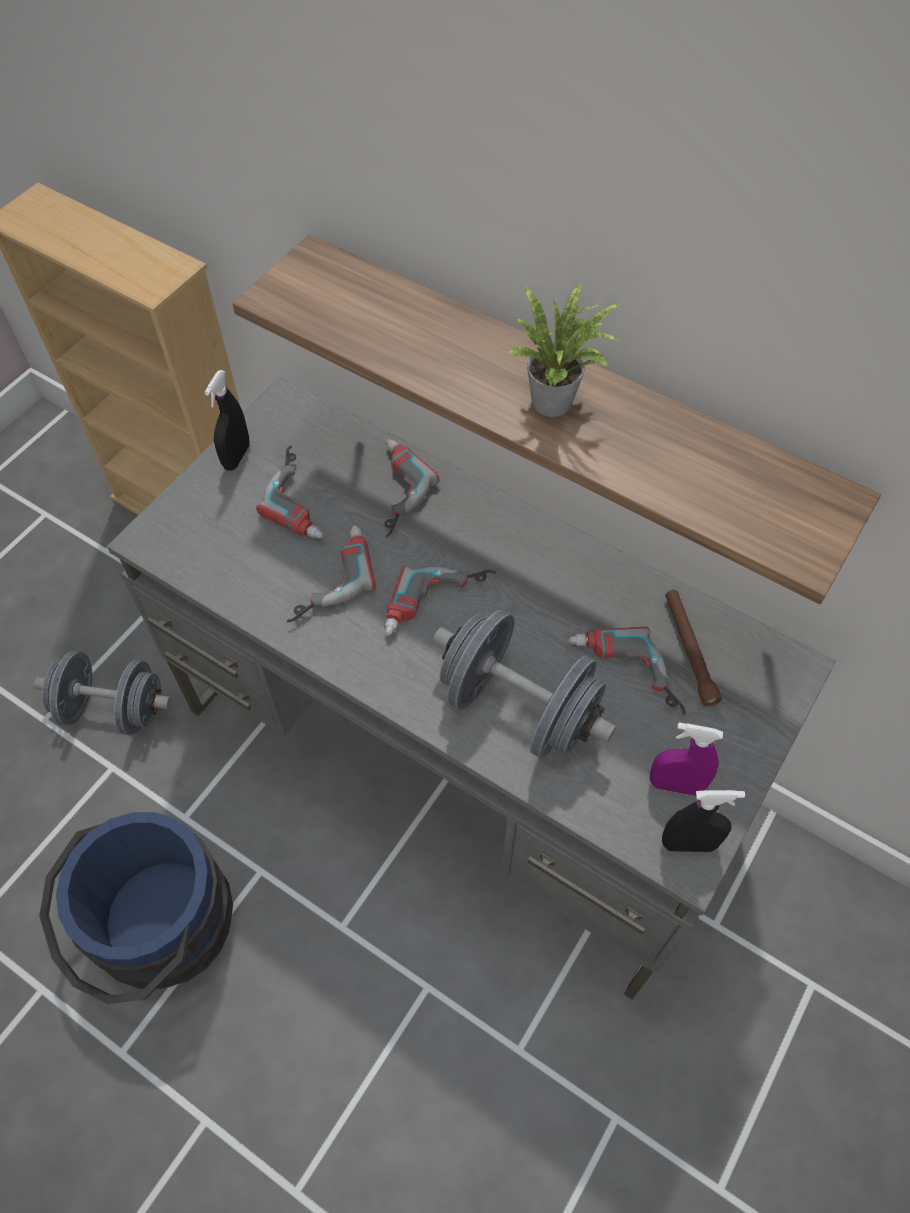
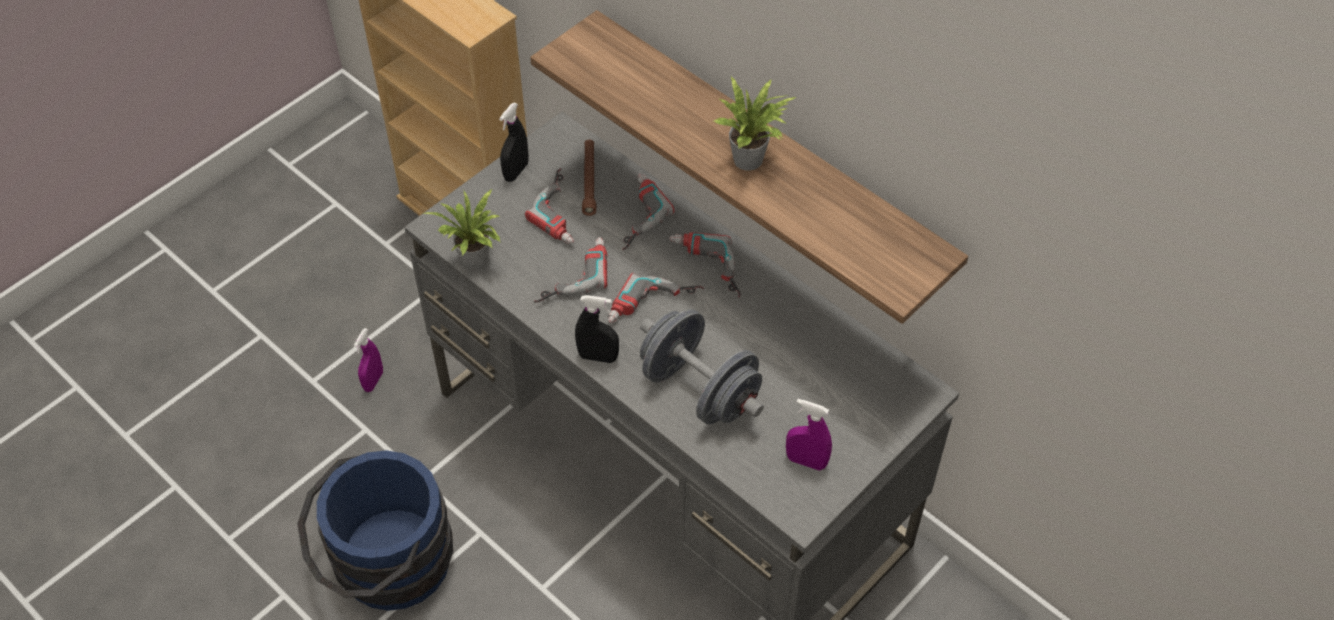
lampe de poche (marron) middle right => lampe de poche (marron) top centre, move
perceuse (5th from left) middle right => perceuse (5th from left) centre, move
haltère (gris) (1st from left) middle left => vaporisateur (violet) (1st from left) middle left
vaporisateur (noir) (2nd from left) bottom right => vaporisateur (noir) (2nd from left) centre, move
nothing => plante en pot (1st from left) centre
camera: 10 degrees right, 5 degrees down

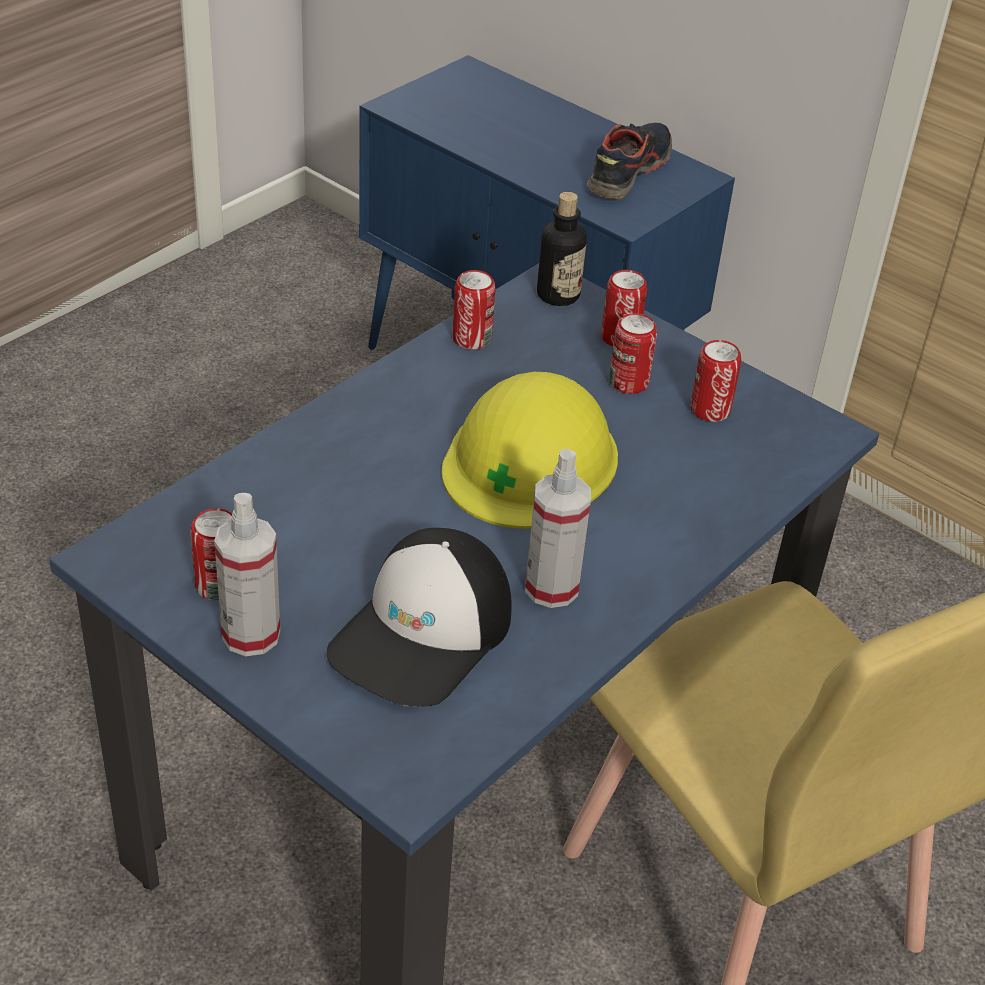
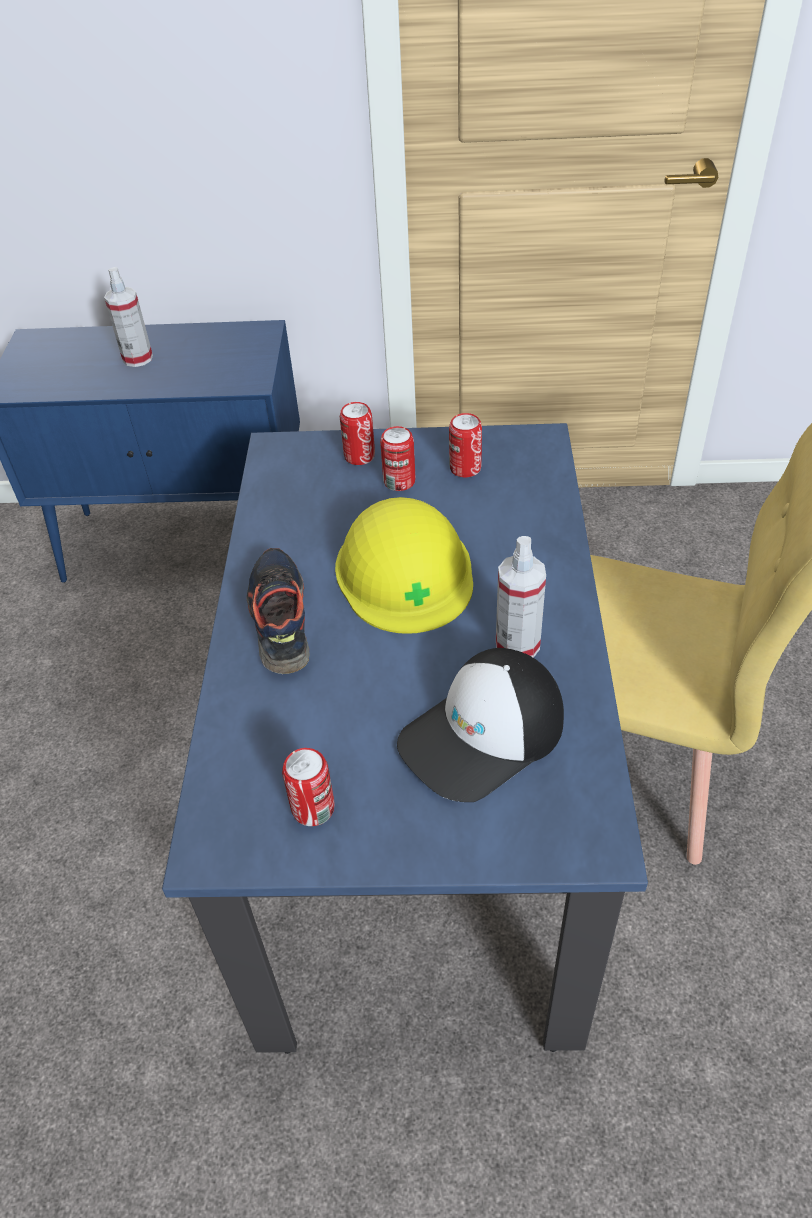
chaussure top centre => chaussure centre, move
bouteille top centre => nothing
boîte métallique (2nd from left) top centre => nothing
vaporisateur (1st from left) middle left => vaporisateur (1st from left) top left, move
casquette centre, 60 degrees clockwise
camera: 35 degrees left, 5 degrees up

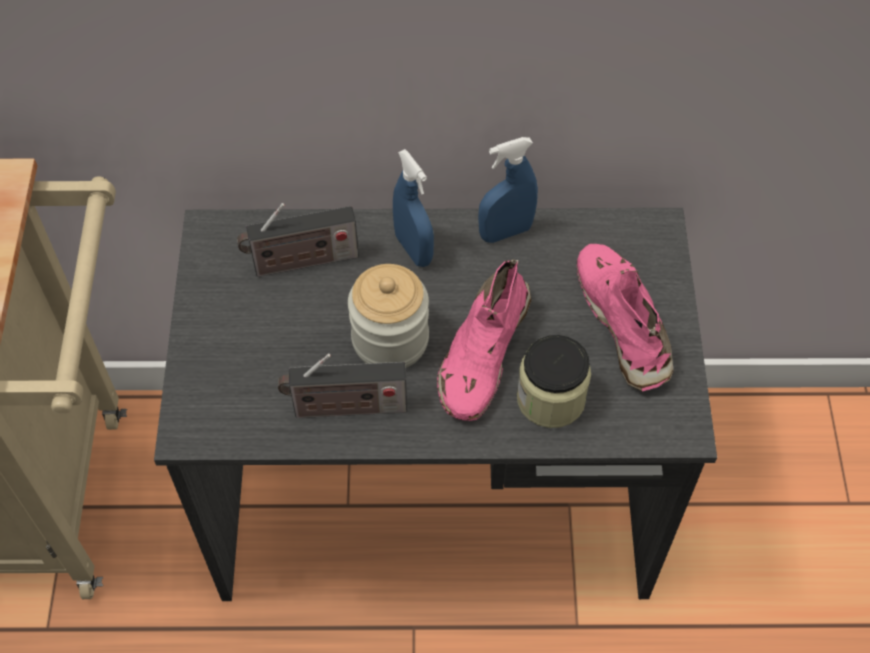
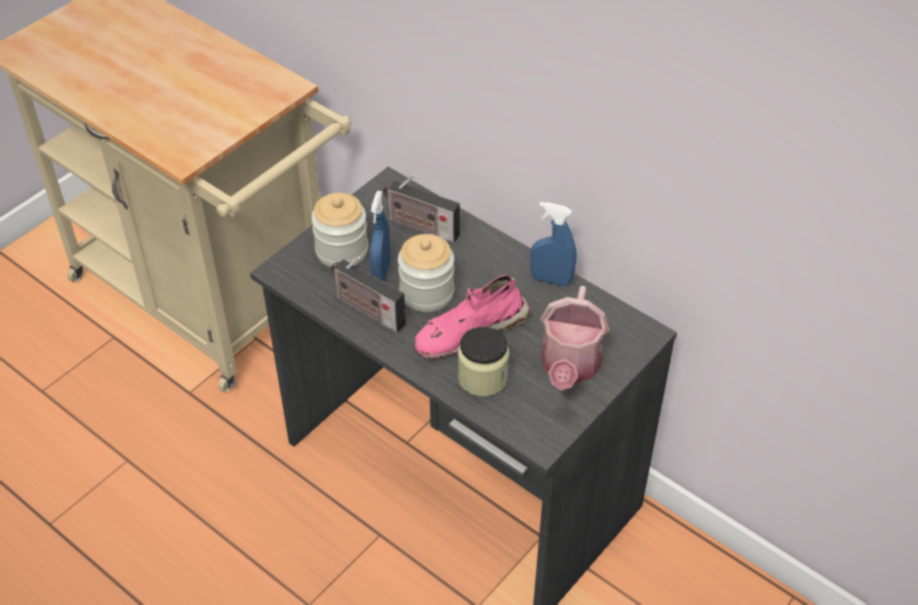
vaporisateur (bleu) (1st from left) top centre => vaporisateur (bleu) (1st from left) centre, move
chaussure (rose) (2nd from left) middle right => arrosoir centre
nothing => bocal (1st from left) centre
camera: 40 degrees right, 10 degrees down

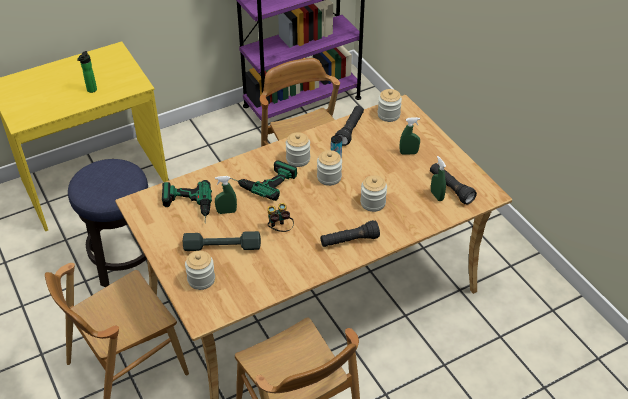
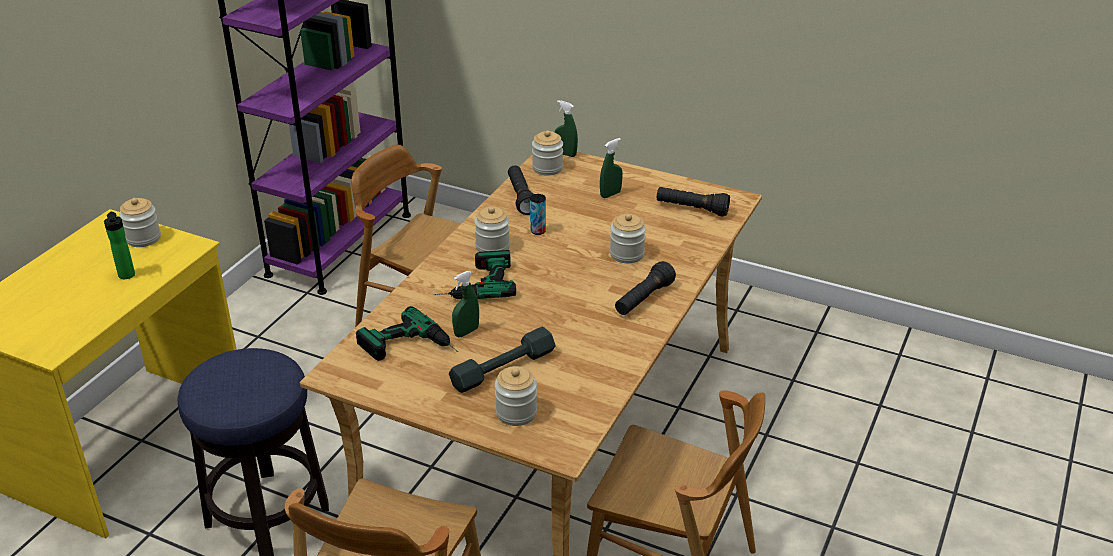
bocal (3rd from left in the first image) centre => bocal (1st from left) middle left, move
vaporisateur (vert) (3rd from left in the first image) middle right => vaporisateur (vert) (2nd from left) top centre, move
jumelles centre => nothing
camera: 35 degrees left, 10 degrees down

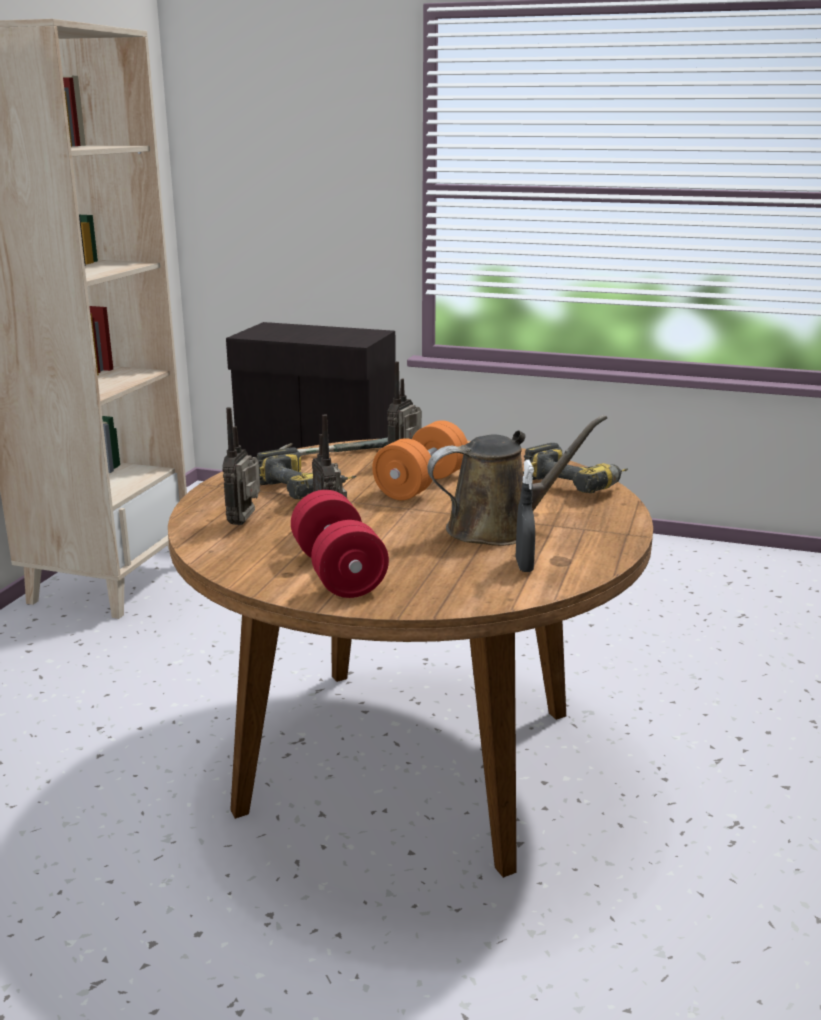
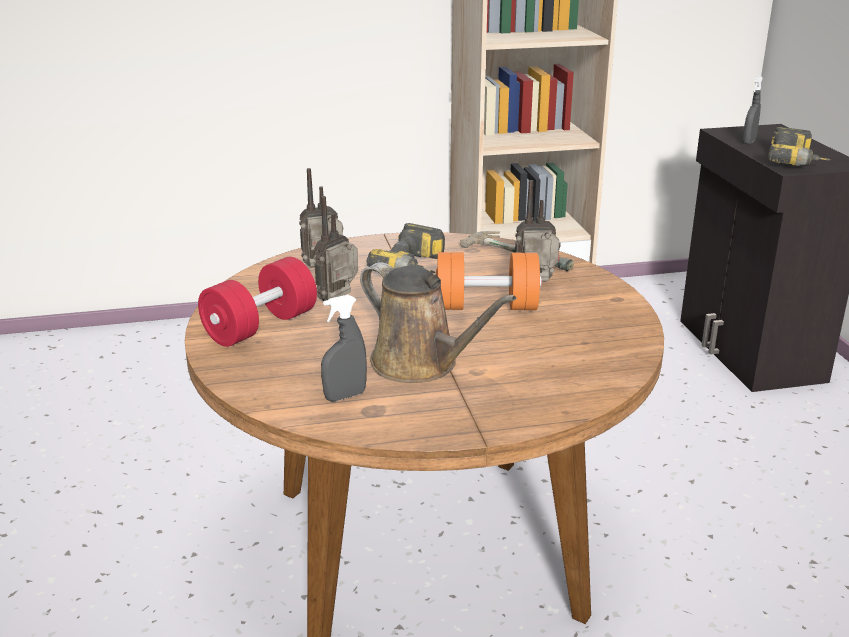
perceuse (2nd from left) middle right => perceuse (2nd from left) top right, move
nothing => vaporisateur (gris) (2nd from left) top right
camera: 60 degrees right, 5 degrees up

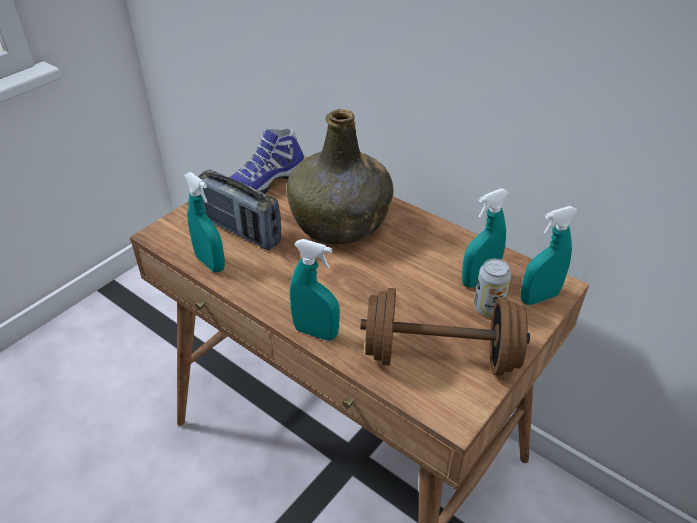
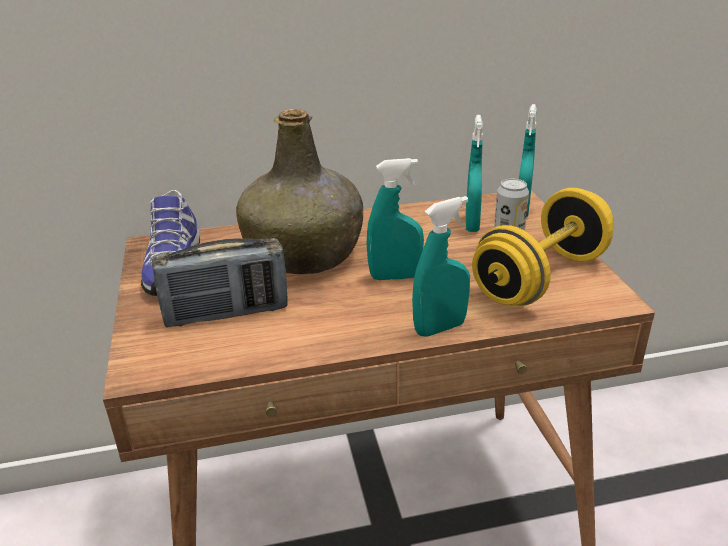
vaporisateur (turquoise) (1st from left) middle left => vaporisateur (turquoise) (1st from left) centre, move
haltère (marron) centre => haltère (jaune) middle right
camera: 50 degrees left, 10 degrees down

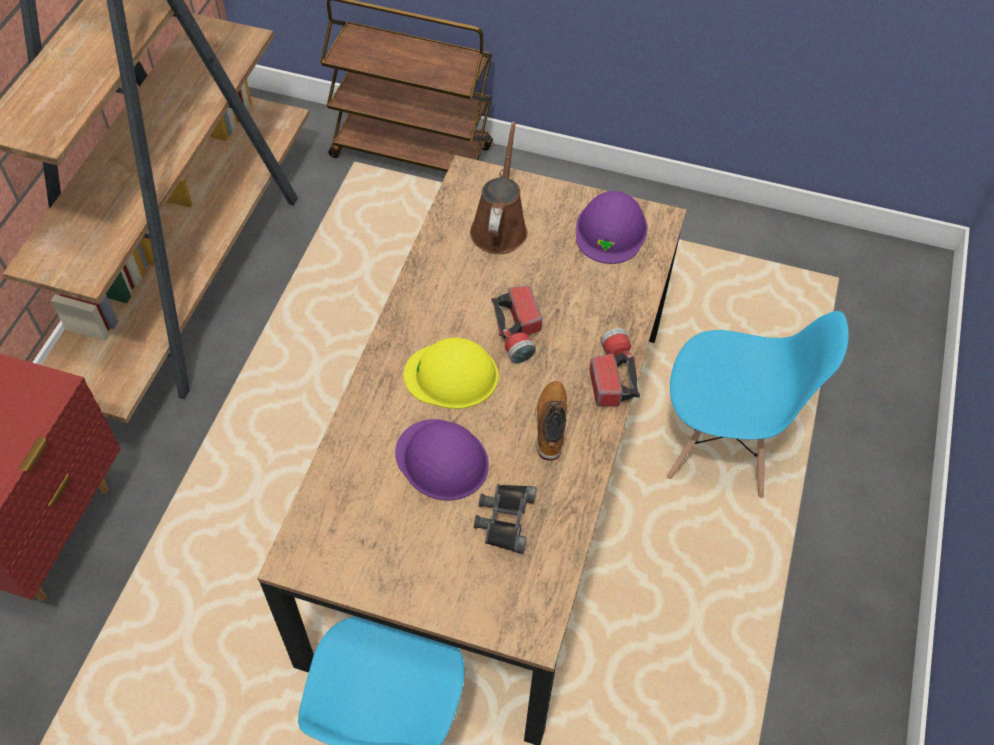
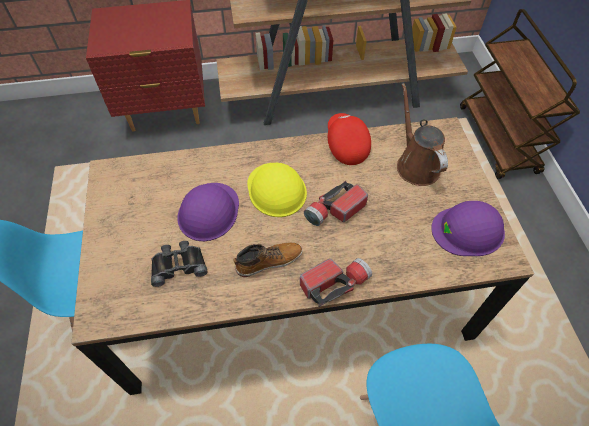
arrosoir (marron) top centre => arrosoir (marron) top right, 90 degrees counterclockwise
nothing => casquette (rouge) top centre
camera: 65 degrees right, 0 degrees up

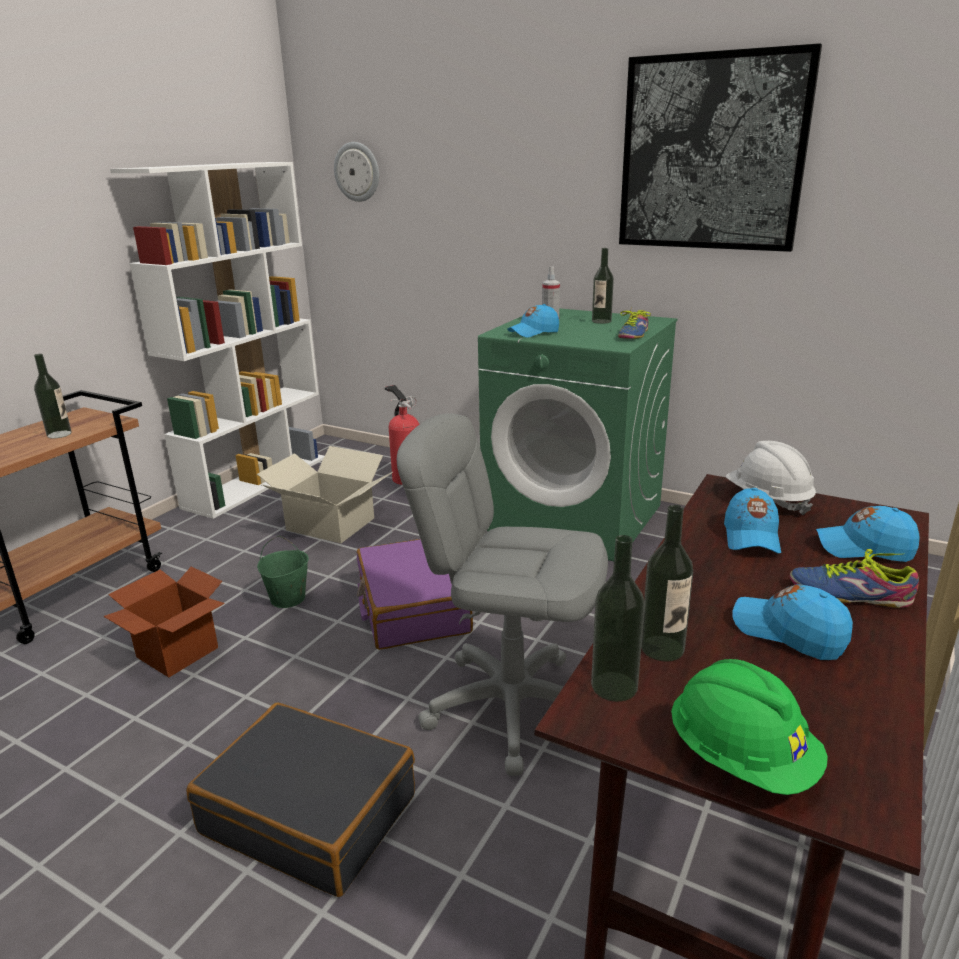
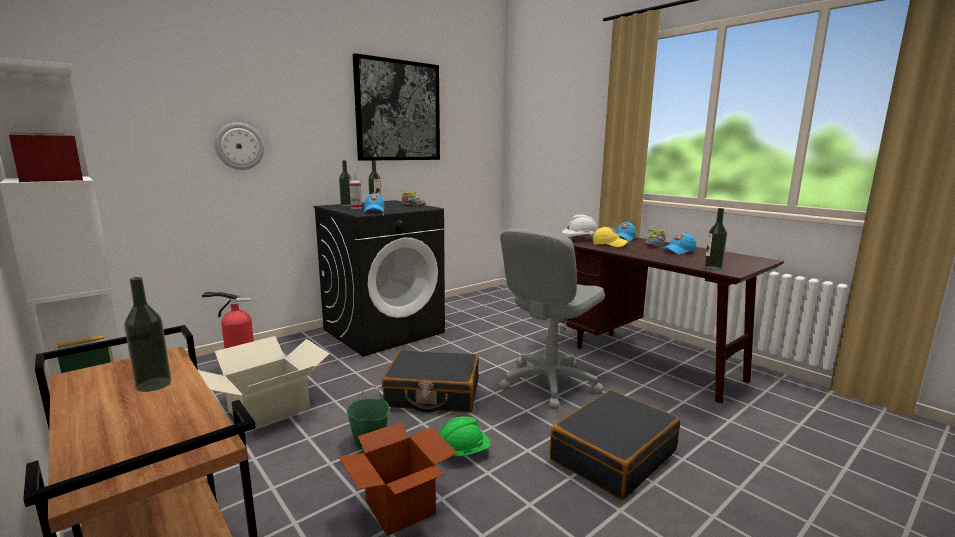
horloge murale top centre => horloge murale top left, move
lave-linge (vert) centre => lave-linge (noir) centre
casquette (bleu) (2nd from left) middle right => casquette (jaune) centre
bouteille (4th from left in the first image) middle right => bouteille (2nd from left) centre, move
valise (violet) centre => valise (noir) (1st from left) bottom centre
casque de chantier (vert) bottom right => casque de chantier (vert) bottom centre, move
camera: 70 degrees left, 10 degrees down

